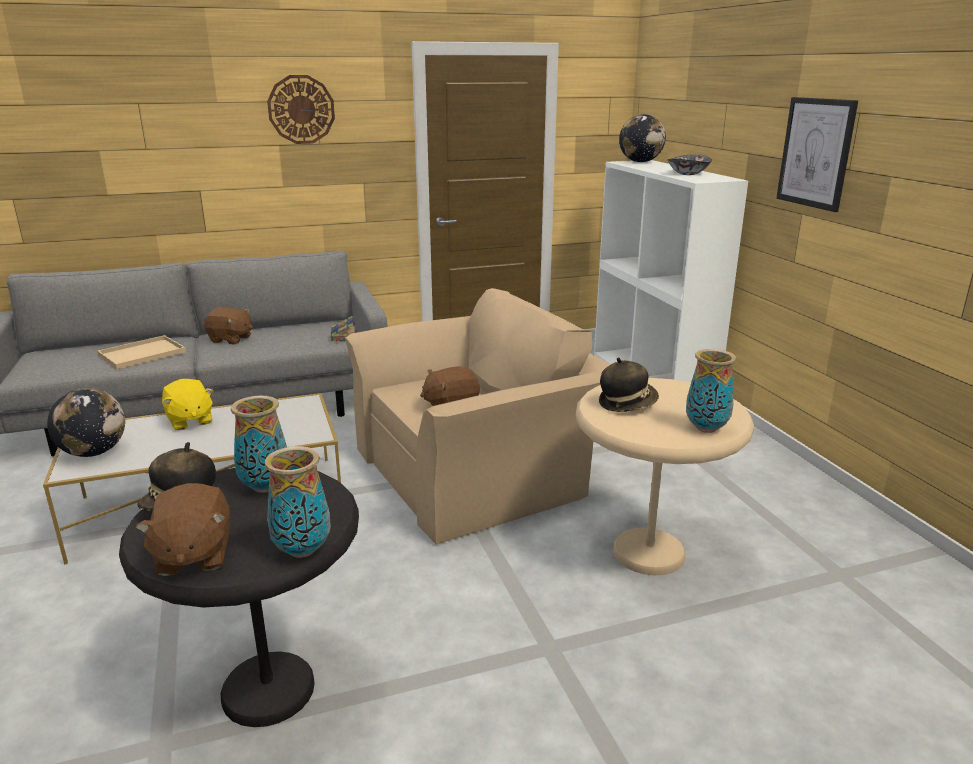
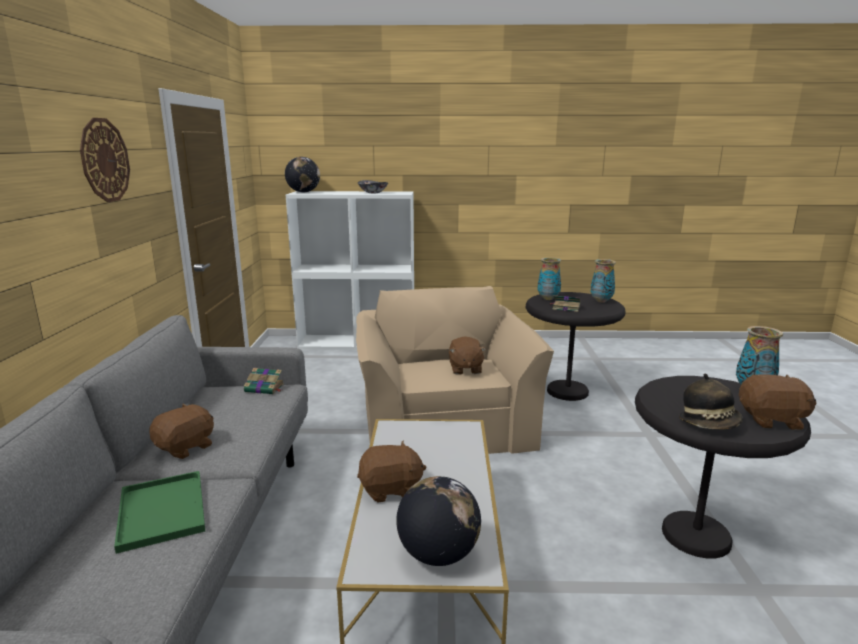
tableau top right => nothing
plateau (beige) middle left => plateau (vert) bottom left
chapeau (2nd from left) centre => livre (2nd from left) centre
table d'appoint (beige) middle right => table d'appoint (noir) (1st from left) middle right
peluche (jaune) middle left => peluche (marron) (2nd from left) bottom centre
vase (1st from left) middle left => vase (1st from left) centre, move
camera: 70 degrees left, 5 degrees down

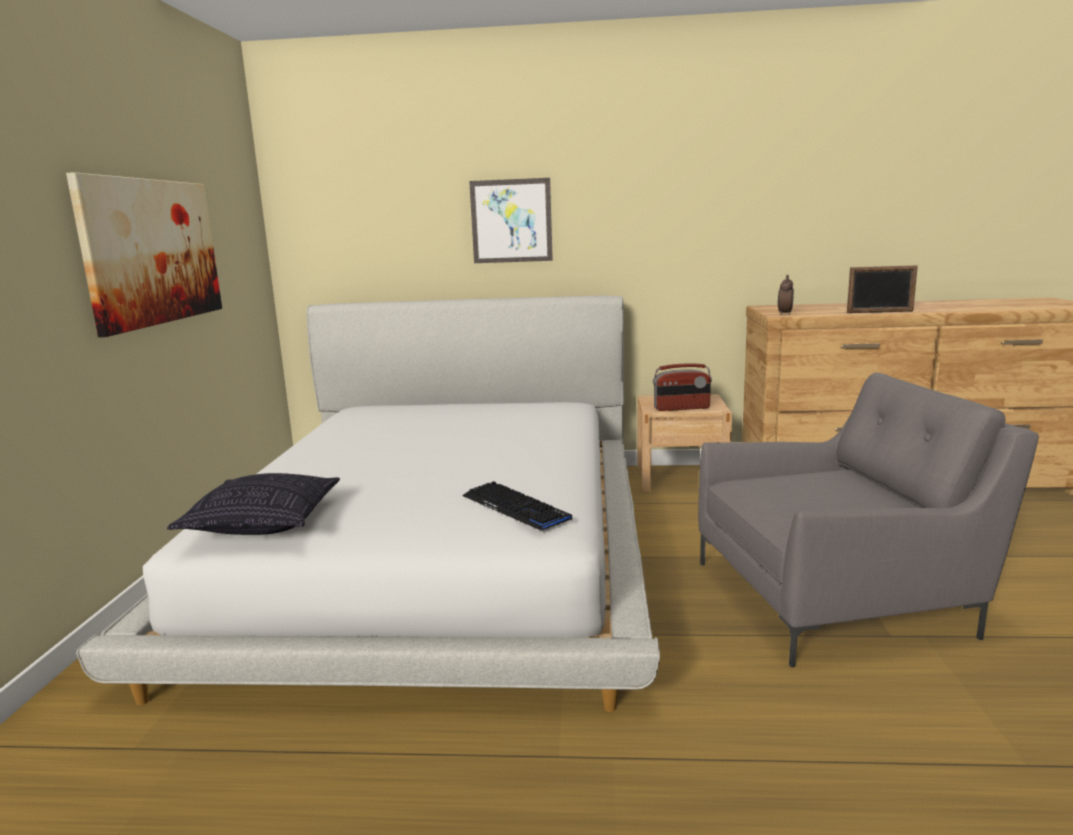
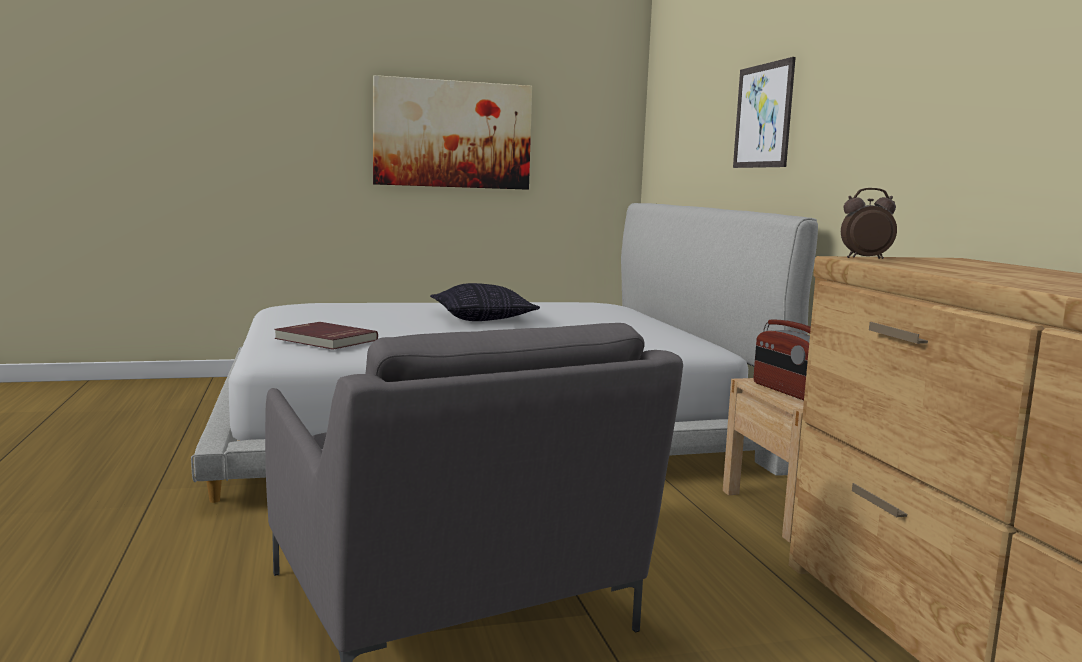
cadre photo middle right => nothing
coussin middle left => coussin centre, move
clavier centre => livre (rouge) middle left
camera: 70 degrees right, 5 degrees down

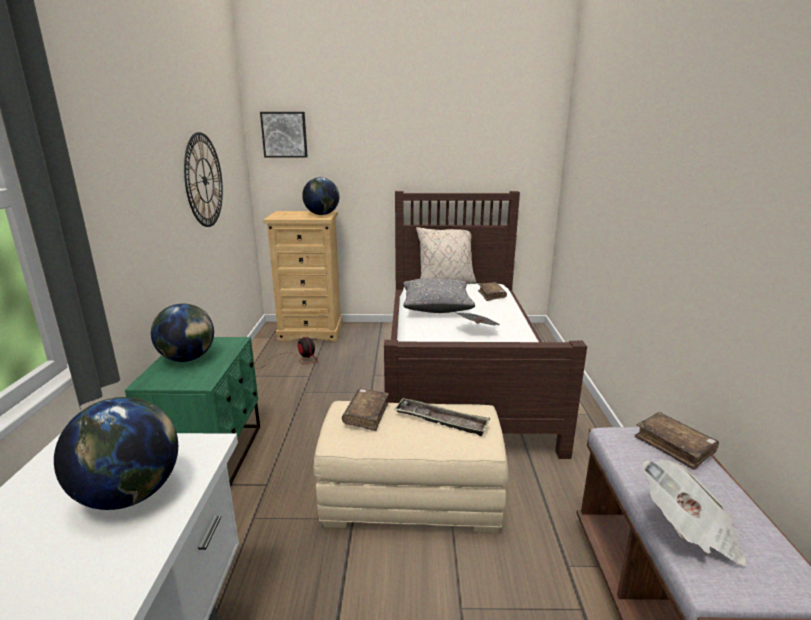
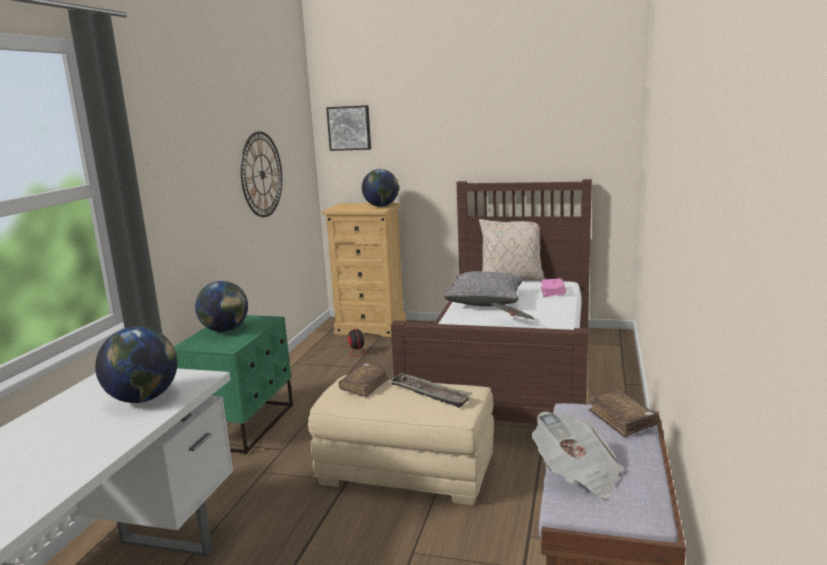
livre (marron) (2nd from left) centre => livre (rose) middle right
camera: 15 degrees right, 5 degrees down

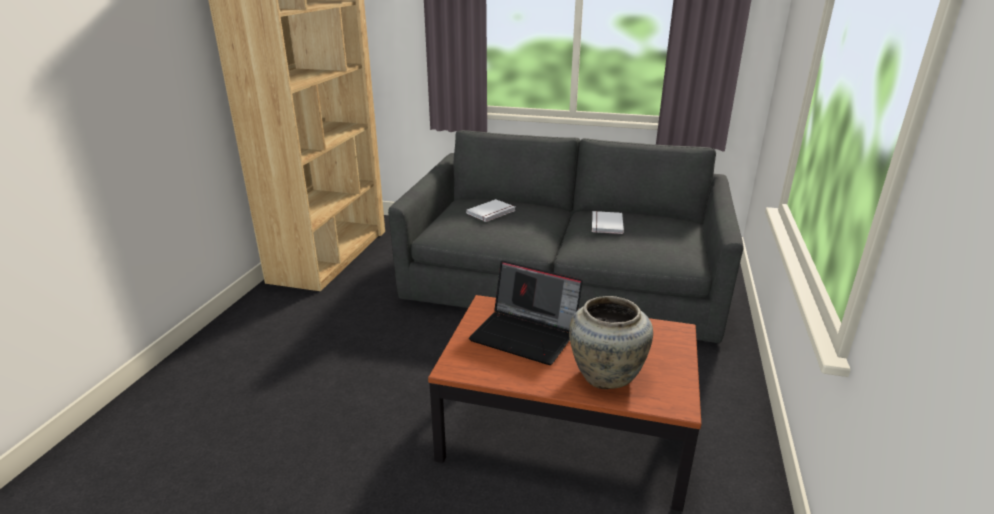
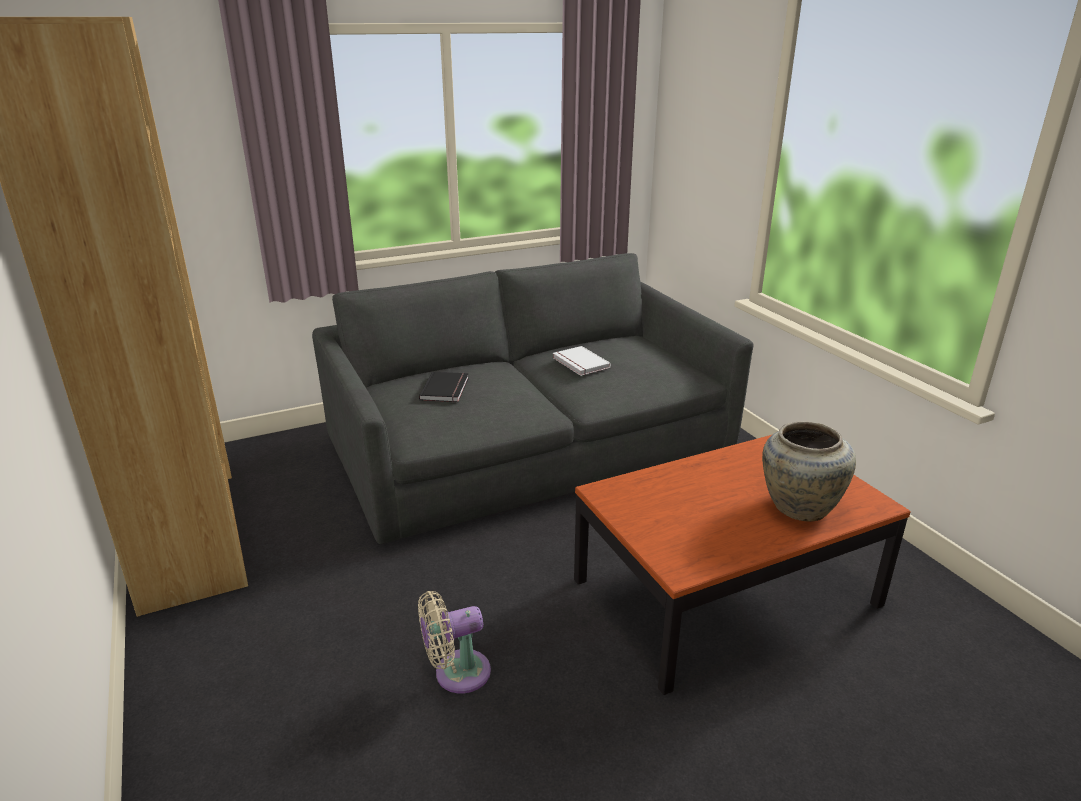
livre (blanc) (1st from left) centre => livre (noir) centre
ordinateur portable centre => nothing
nothing => ventilateur (beige) bottom centre
camera: 40 degrees left, 0 degrees up

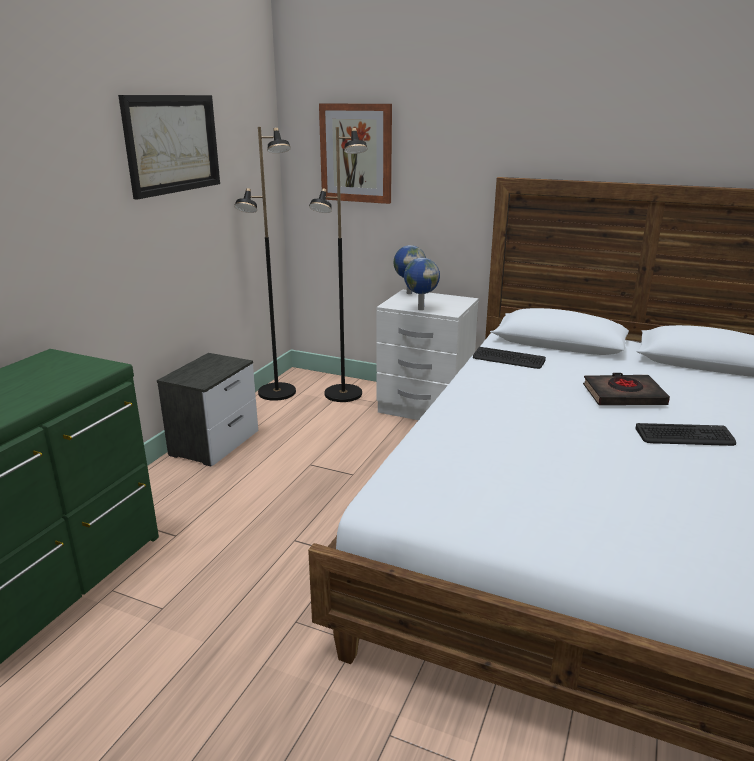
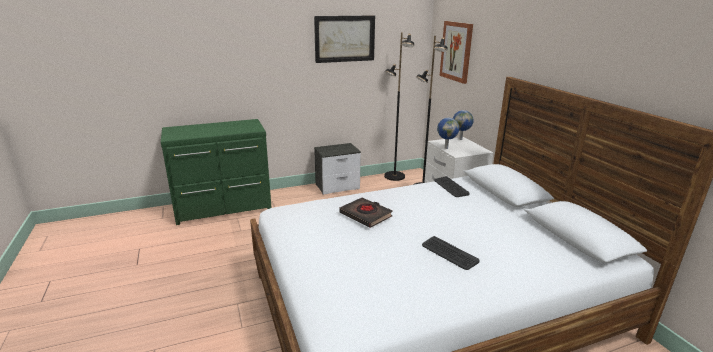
livre (noir) middle right => livre (noir) centre, move
camera: 45 degrees right, 0 degrees up

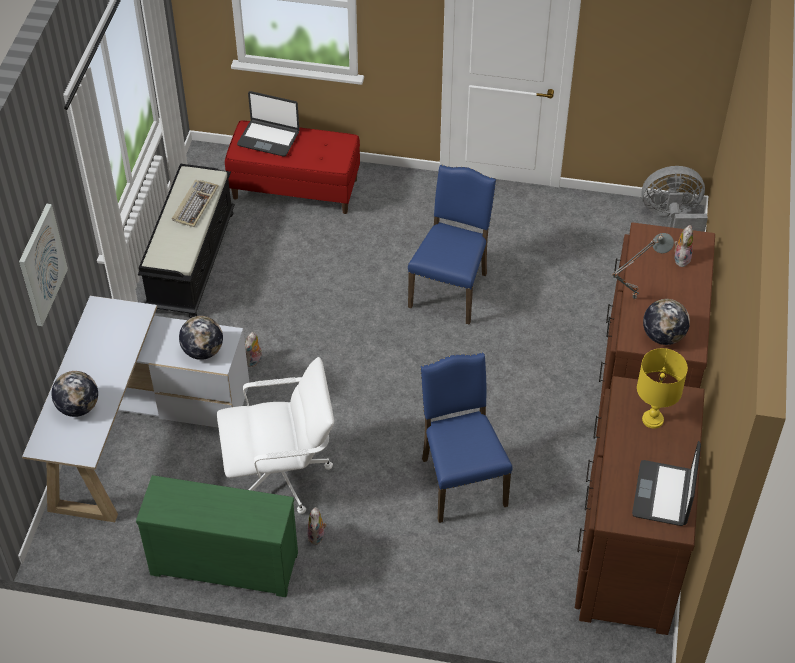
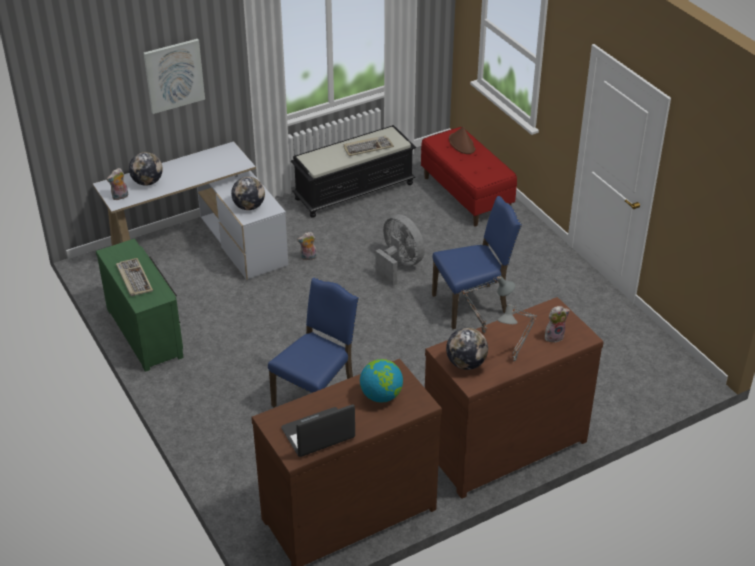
ordinateur portable (1st from left) top centre => chapeau (marron) top centre
ventilateur (gris) top right => ventilateur (gris) centre, move
lampe de table (jaune) middle right => globe (3rd from left) bottom centre
chaise de bureau (blanc) centre => nothing
peluche (2nd from left in the first image) bottom centre => peluche (1st from left) top left, move
nothing => clavier (1st from left) middle left
nothing => lampe de table (gris) (2nd from left) middle right
camera: 50 degrees right, 10 degrees down

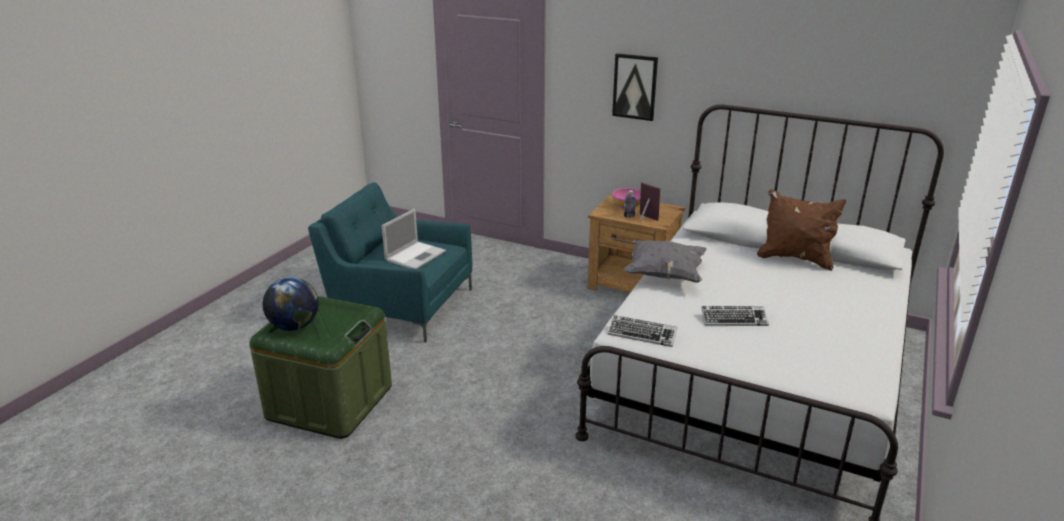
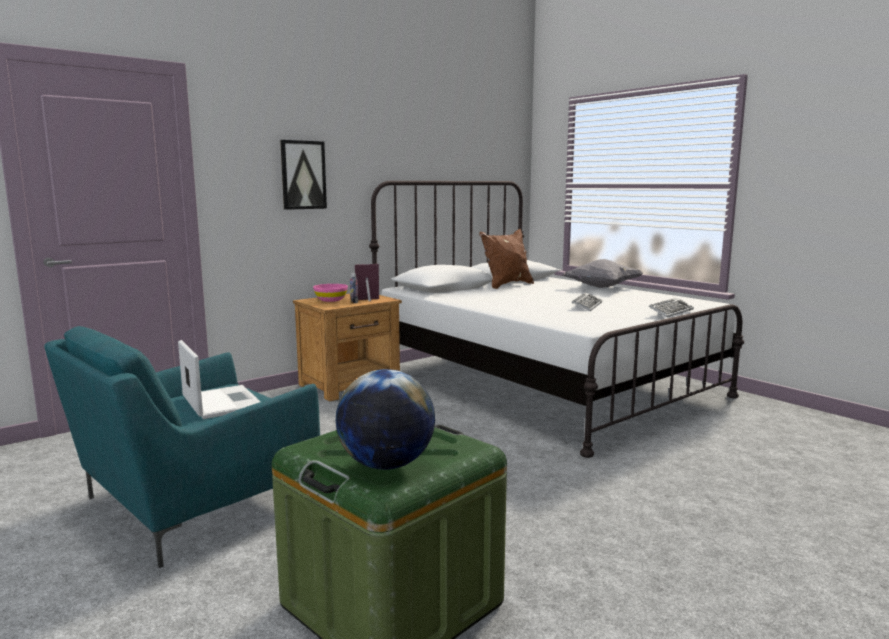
coussin (gris) centre => coussin (gris) middle right, move
clavier (1st from left in the first image) centre => clavier (2nd from left) middle right, move
camera: 65 degrees left, 15 degrees down

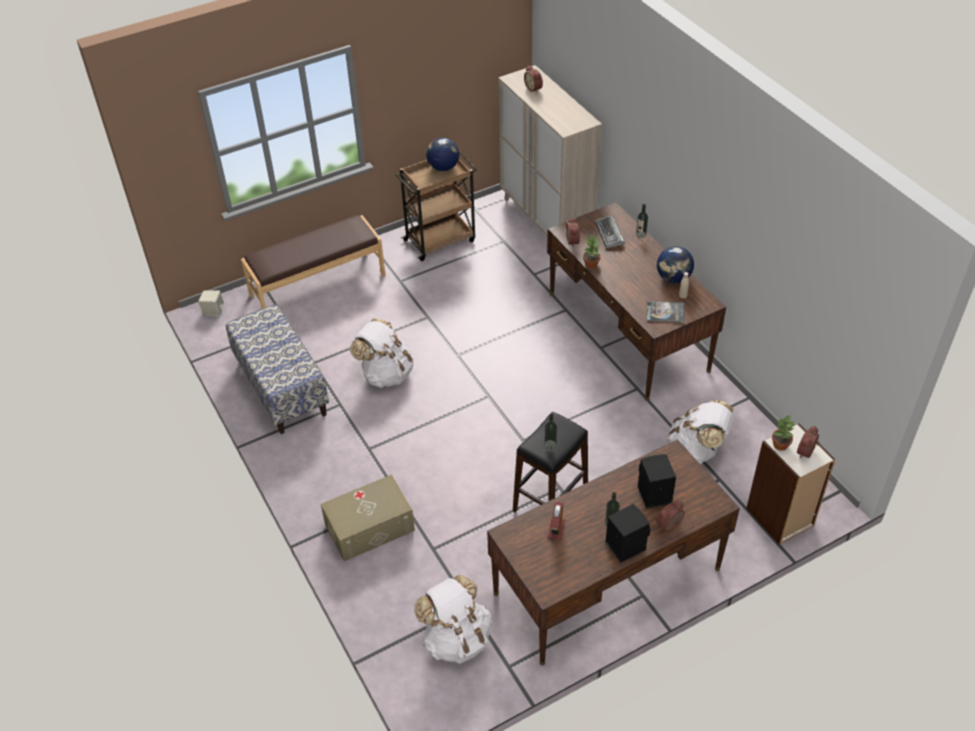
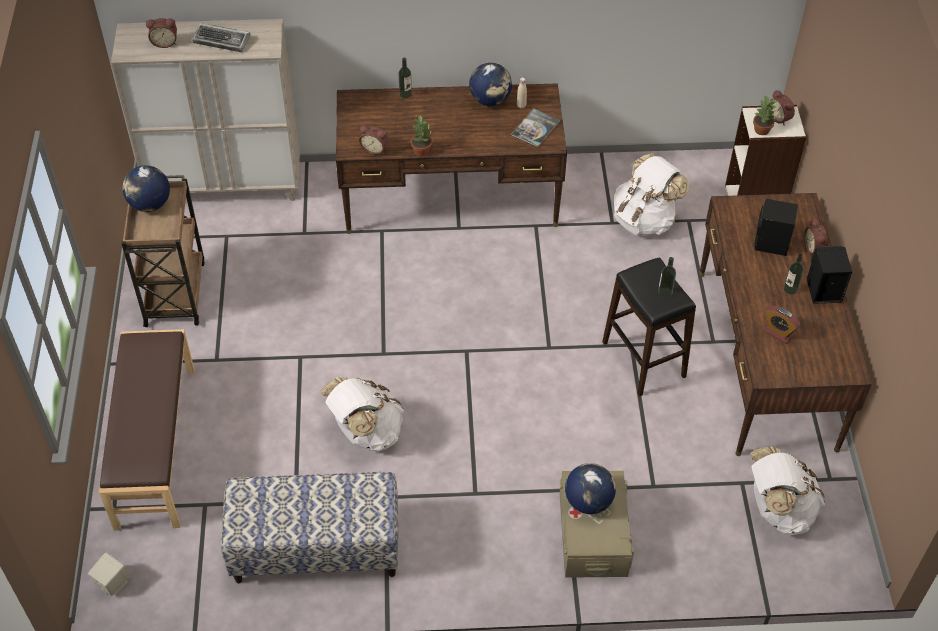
clavier top centre => clavier top left, move
nothing => globe (3rd from left) bottom centre
camera: 65 degrees left, 5 degrees up

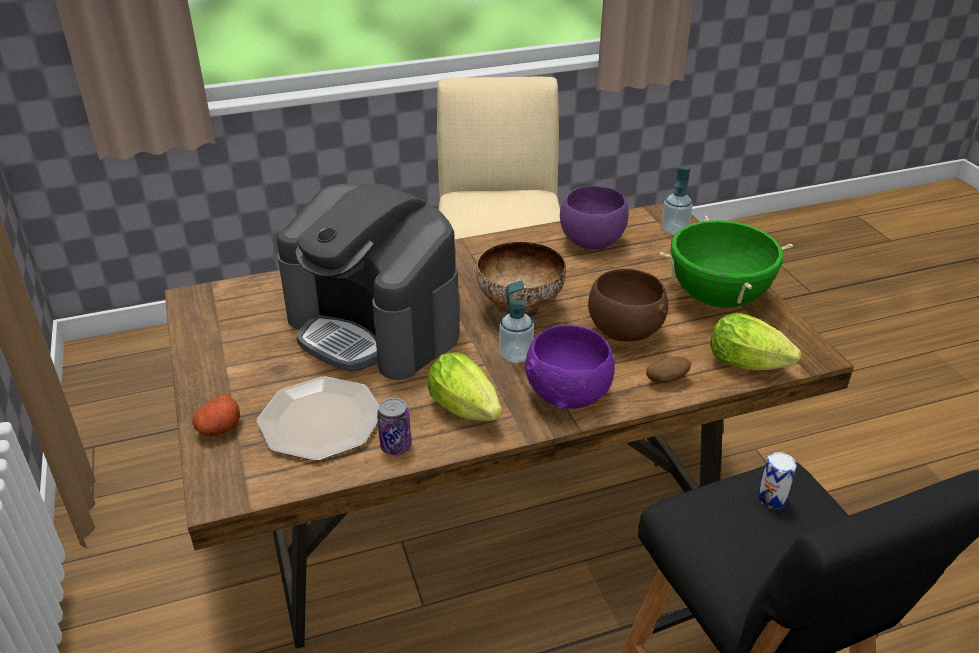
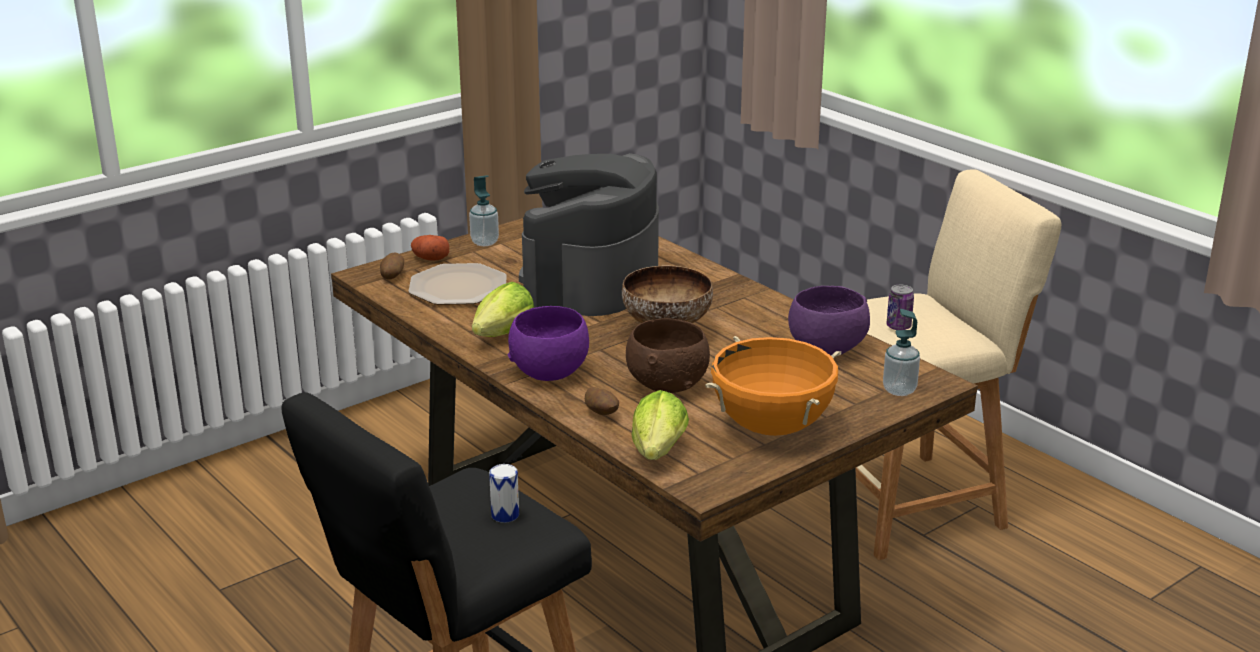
marmite (vert) middle right => marmite (orange) centre
distributeur de savon (1st from left) centre => distributeur de savon (1st from left) top centre, move
boîte métallique (1st from left in the first image) centre => boîte métallique (2nd from left) middle right, move
nothing => pomme de terre (1st from left) middle left
camera: 70 degrees right, 10 degrees down

